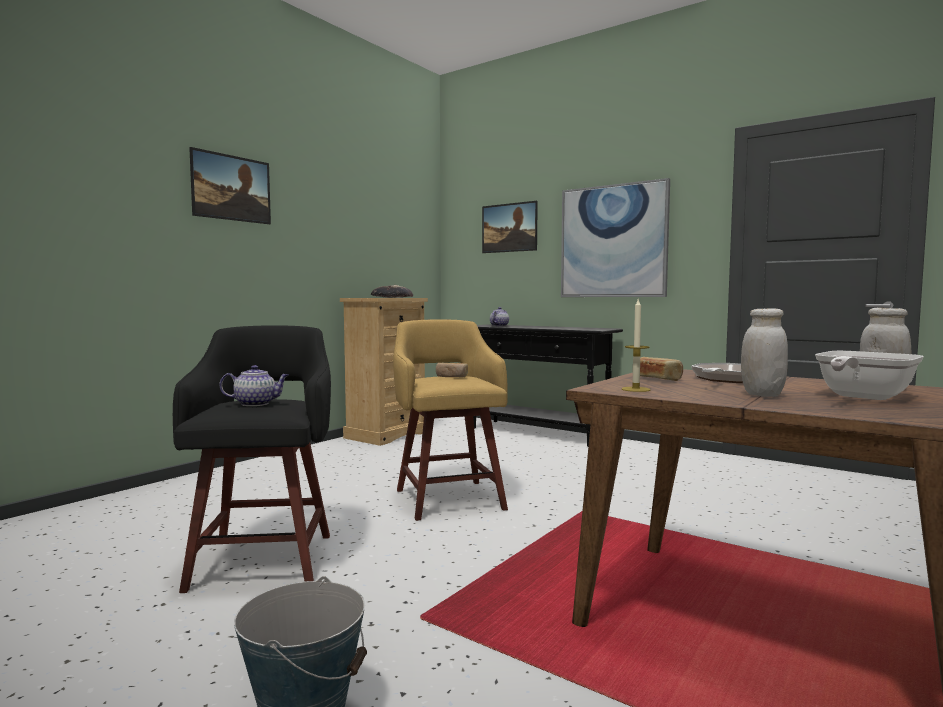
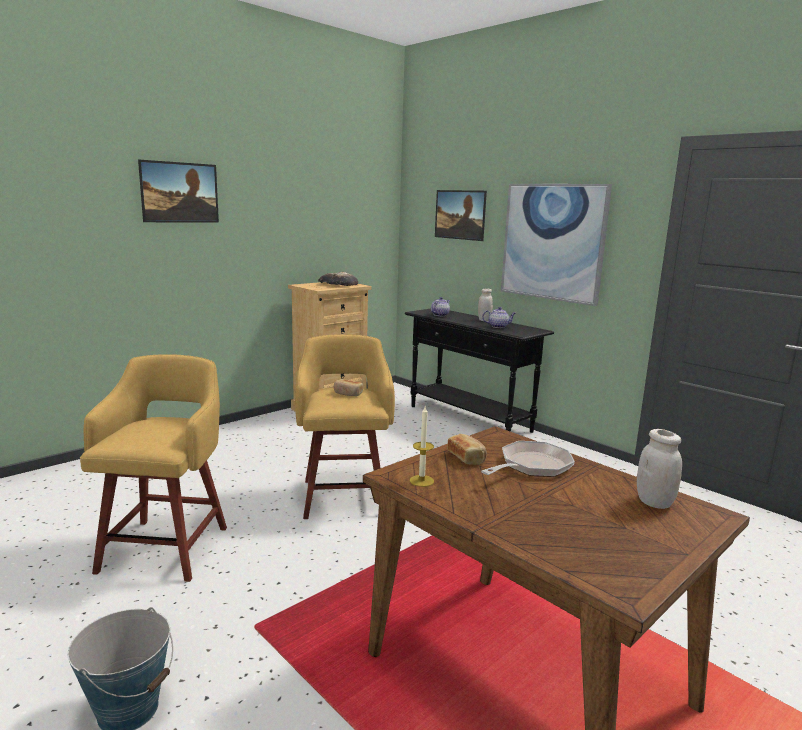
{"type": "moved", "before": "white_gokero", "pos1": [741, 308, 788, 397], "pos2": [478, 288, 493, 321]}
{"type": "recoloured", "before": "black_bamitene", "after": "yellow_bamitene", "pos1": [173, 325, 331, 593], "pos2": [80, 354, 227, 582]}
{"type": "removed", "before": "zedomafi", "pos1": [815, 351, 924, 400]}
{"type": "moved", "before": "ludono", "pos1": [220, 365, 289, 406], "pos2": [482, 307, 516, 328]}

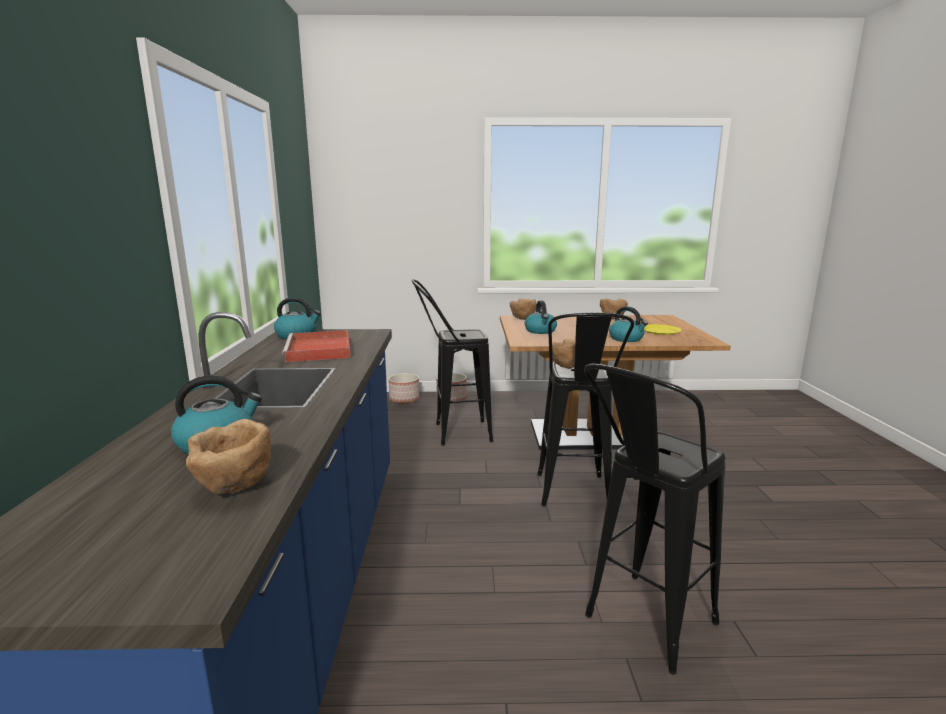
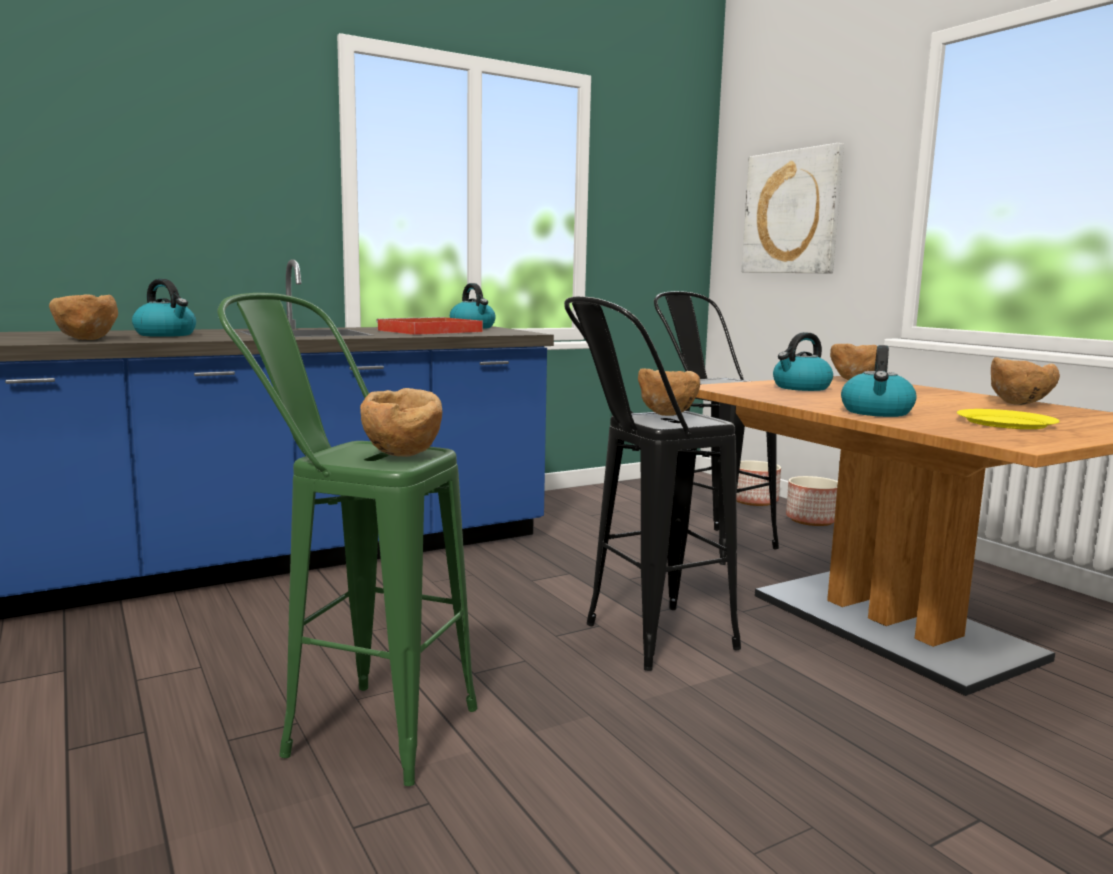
{"type": "recoloured", "before": "black_bamitene", "after": "green_bamitene", "pos1": [584, 364, 725, 674], "pos2": [217, 293, 477, 786]}
{"type": "added", "after": "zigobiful", "pos2": [742, 143, 844, 274]}
{"type": "added", "after": "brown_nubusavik", "pos2": [360, 388, 442, 457]}

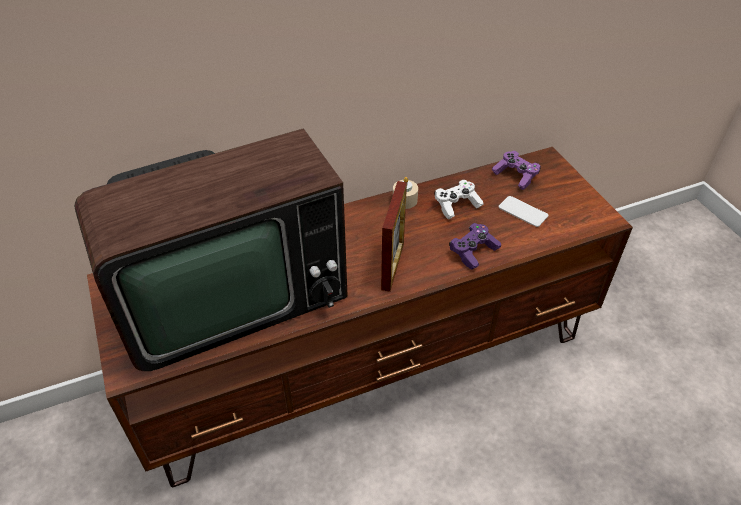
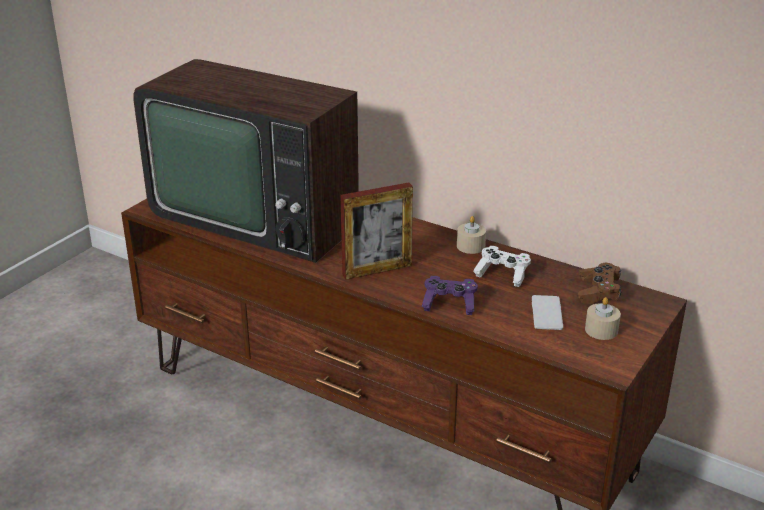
{"type": "recoloured", "before": "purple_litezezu", "after": "brown_litezezu", "pos1": [492, 151, 541, 190], "pos2": [578, 263, 621, 304]}
{"type": "added", "after": "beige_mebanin", "pos2": [585, 297, 621, 340]}

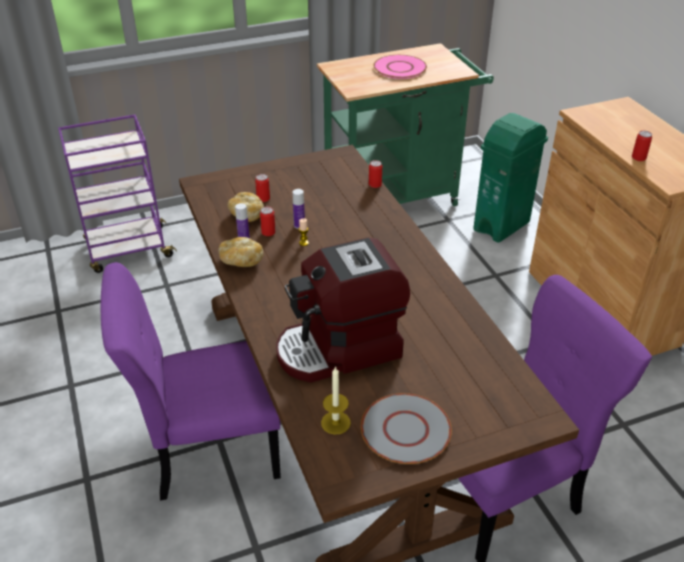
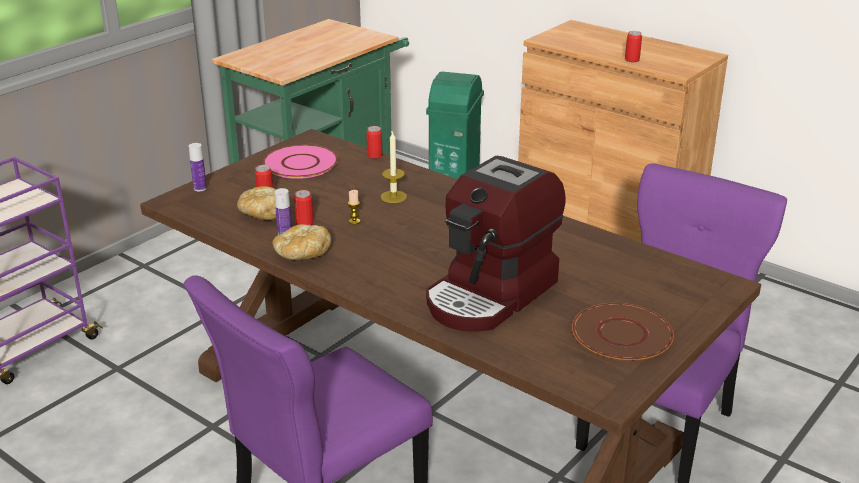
{"type": "moved", "before": "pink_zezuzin", "pos1": [373, 55, 427, 79], "pos2": [263, 145, 338, 179]}
{"type": "moved", "before": "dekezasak", "pos1": [293, 189, 305, 229], "pos2": [189, 143, 207, 191]}
{"type": "moved", "before": "mebanin", "pos1": [321, 366, 351, 435], "pos2": [381, 131, 407, 203]}
{"type": "recoloured", "before": "grey_zezuzin", "after": "brown_zezuzin", "pos1": [361, 393, 452, 464], "pos2": [572, 303, 674, 361]}

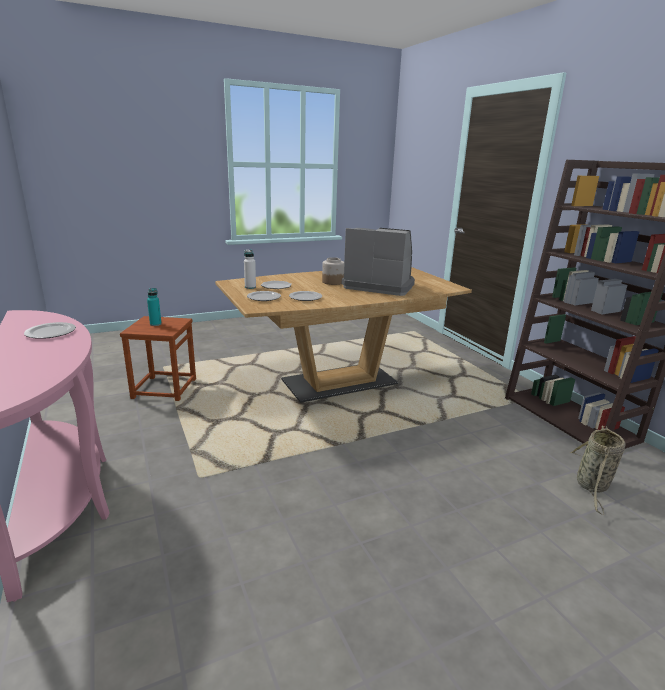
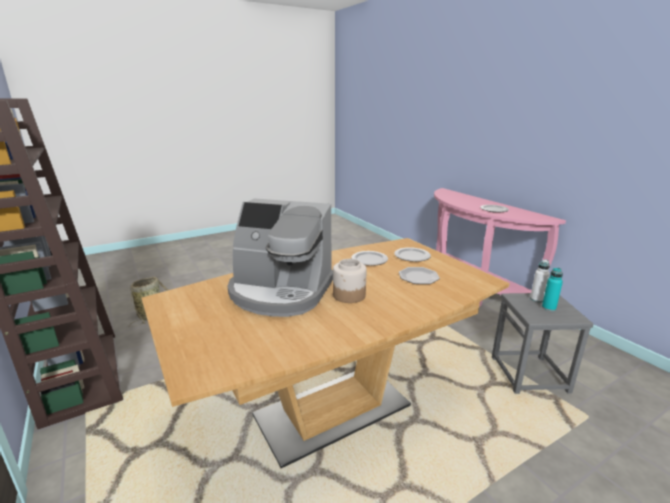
{"type": "moved", "before": "white_dekezasak", "pos1": [244, 250, 256, 289], "pos2": [530, 260, 550, 302]}
{"type": "recoloured", "before": "brown_bamitene", "after": "grey_bamitene", "pos1": [120, 316, 196, 401], "pos2": [492, 293, 593, 394]}

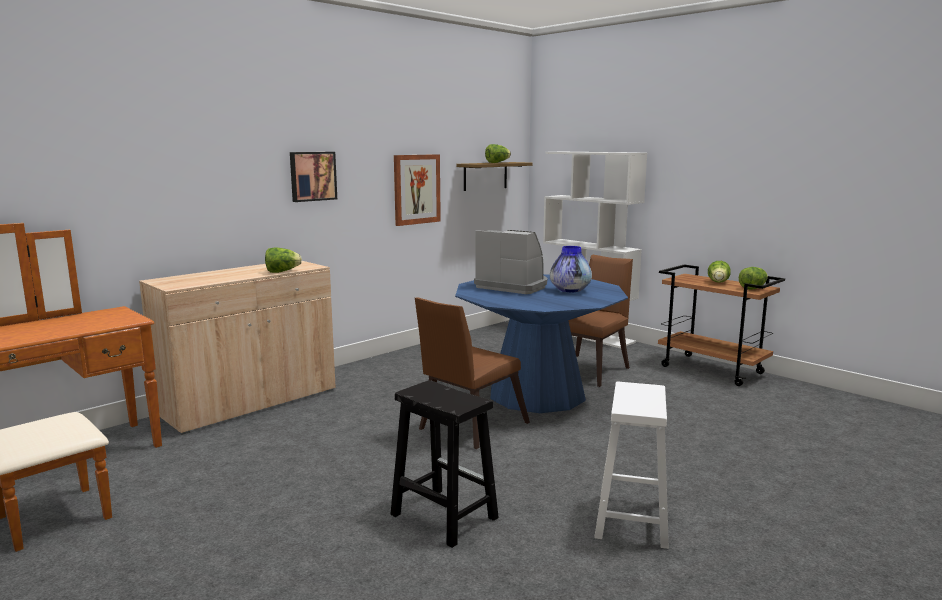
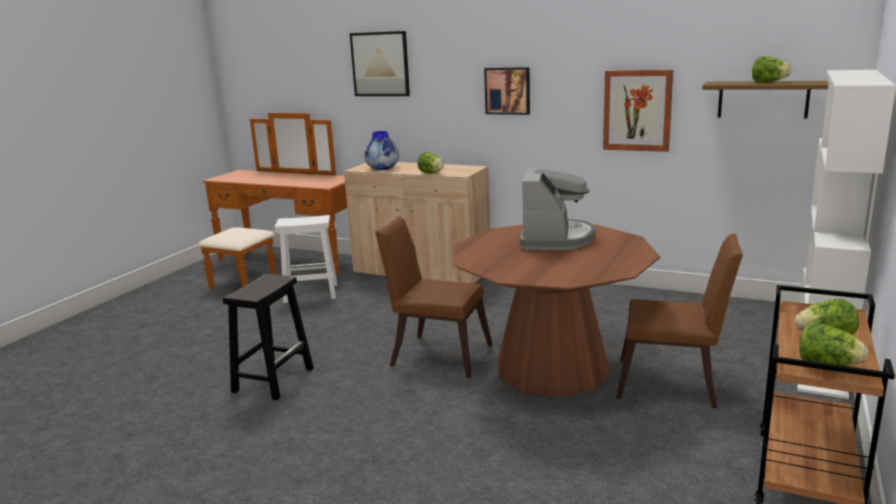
{"type": "moved", "before": "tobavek", "pos1": [550, 246, 592, 292], "pos2": [364, 131, 399, 170]}
{"type": "recoloured", "before": "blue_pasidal", "after": "brown_pasidal", "pos1": [455, 274, 628, 413], "pos2": [454, 224, 660, 397]}
{"type": "moved", "before": "white_bamitene", "pos1": [594, 382, 669, 549], "pos2": [275, 215, 337, 303]}
{"type": "added", "after": "zigobiful", "pos2": [350, 31, 410, 96]}

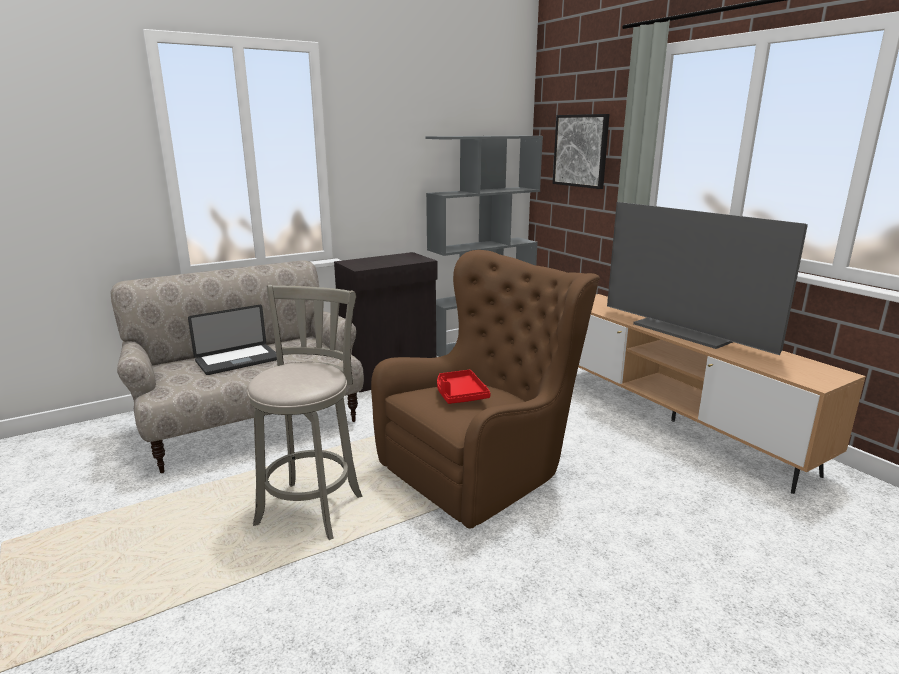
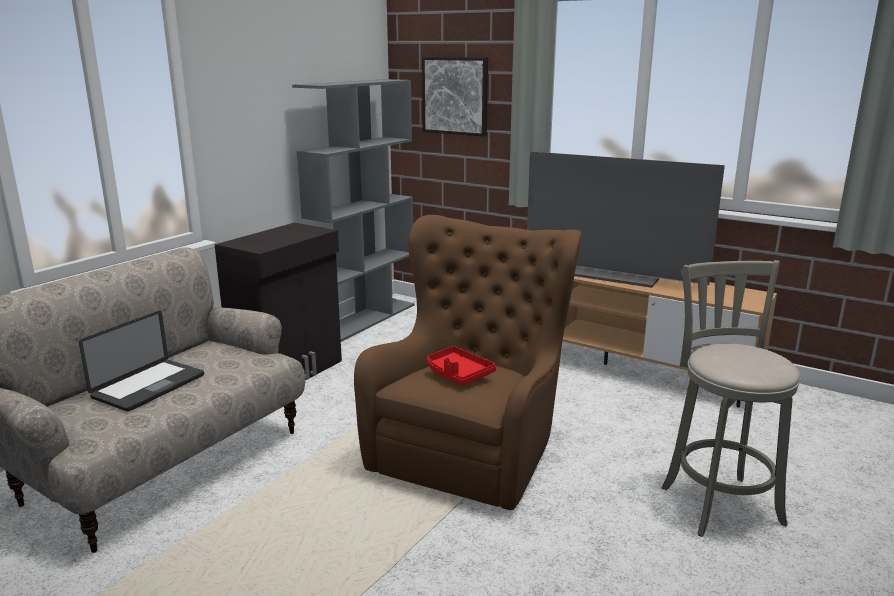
{"type": "moved", "before": "grey_bamitene", "pos1": [247, 284, 363, 540], "pos2": [661, 260, 800, 537]}

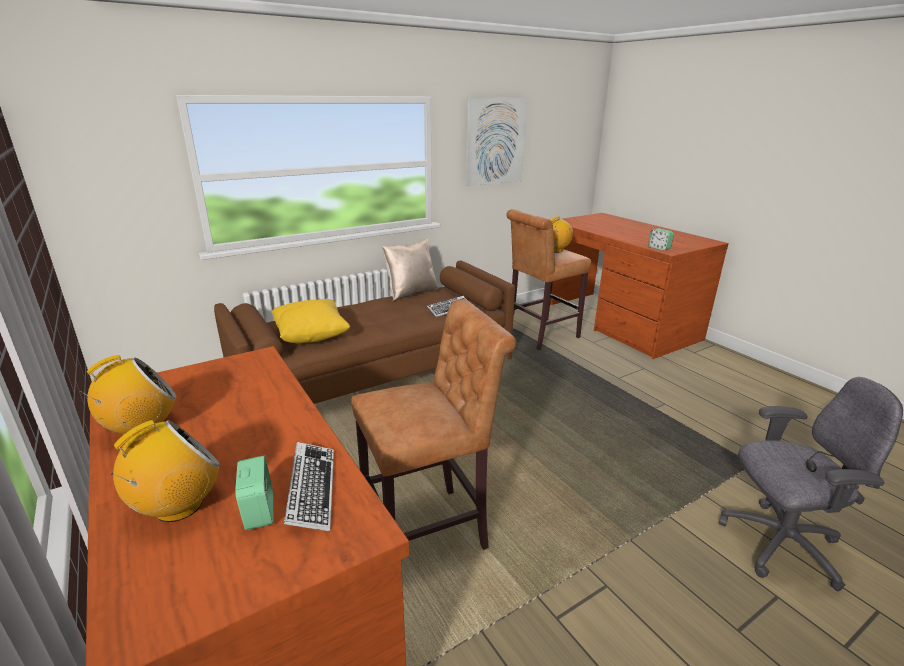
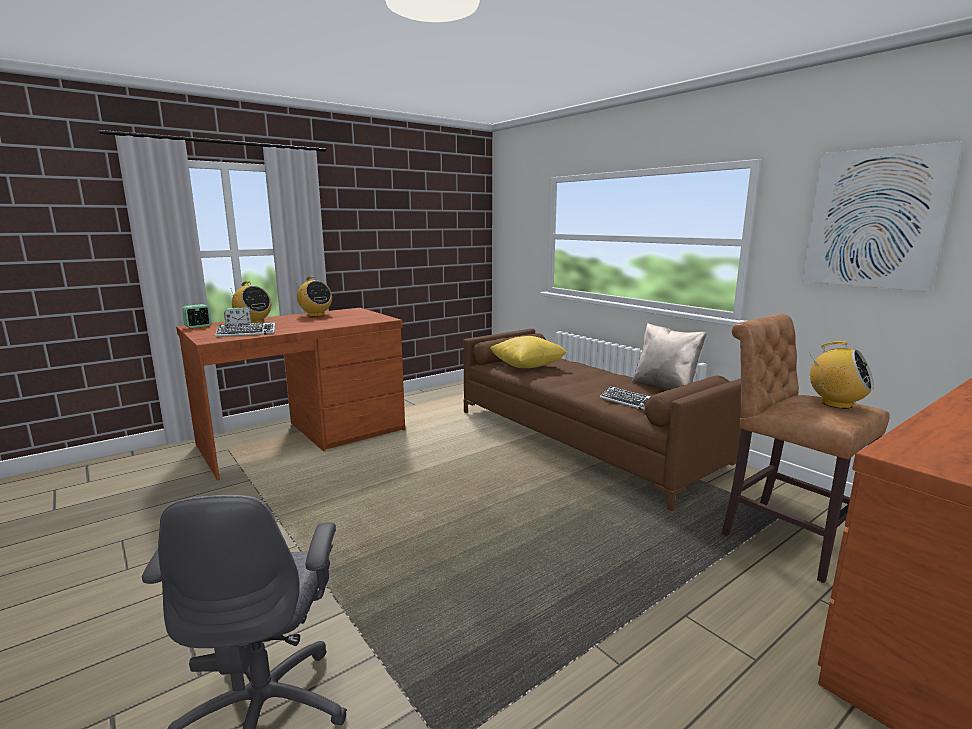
{"type": "moved", "before": "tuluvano", "pos1": [648, 228, 674, 251], "pos2": [182, 304, 212, 328]}
{"type": "removed", "before": "brown_bamitene", "pos1": [351, 299, 516, 550]}

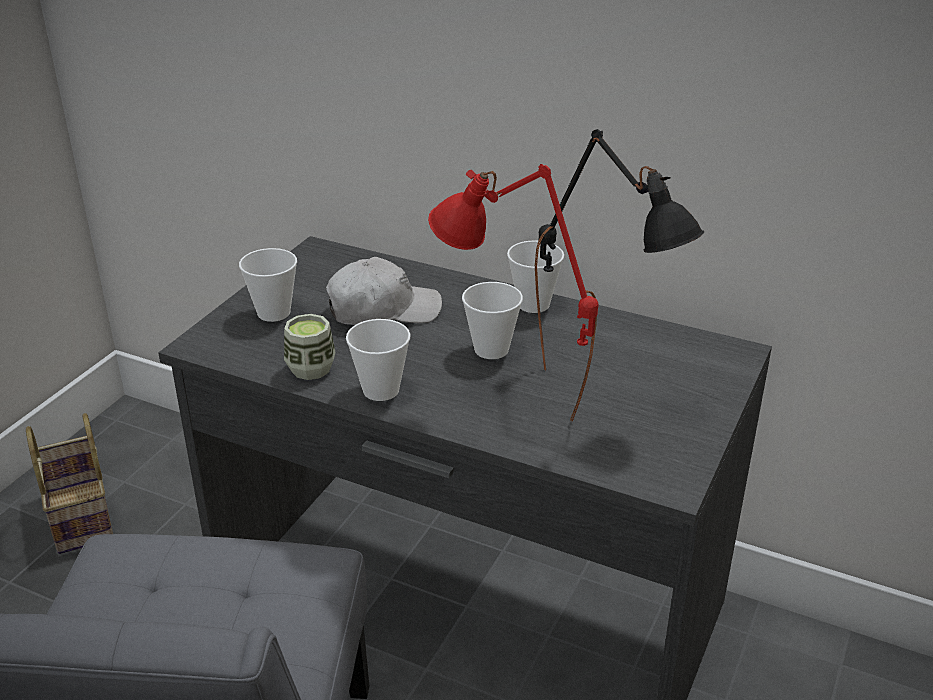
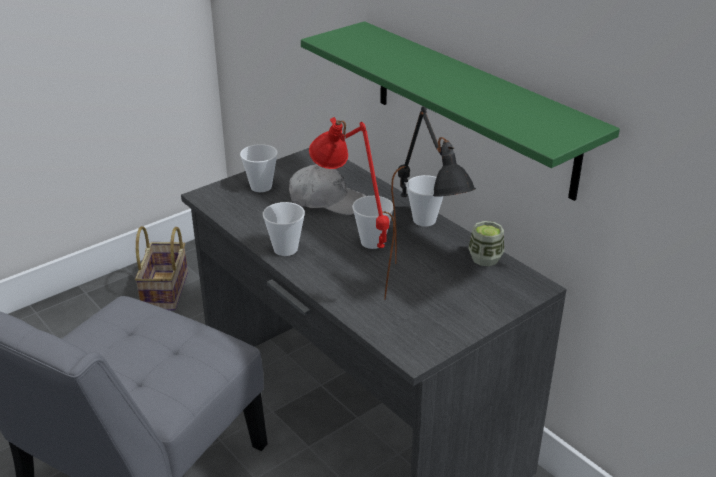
{"type": "moved", "before": "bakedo", "pos1": [284, 314, 336, 380], "pos2": [468, 221, 504, 266]}
{"type": "added", "after": "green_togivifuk", "pos2": [301, 21, 620, 201]}

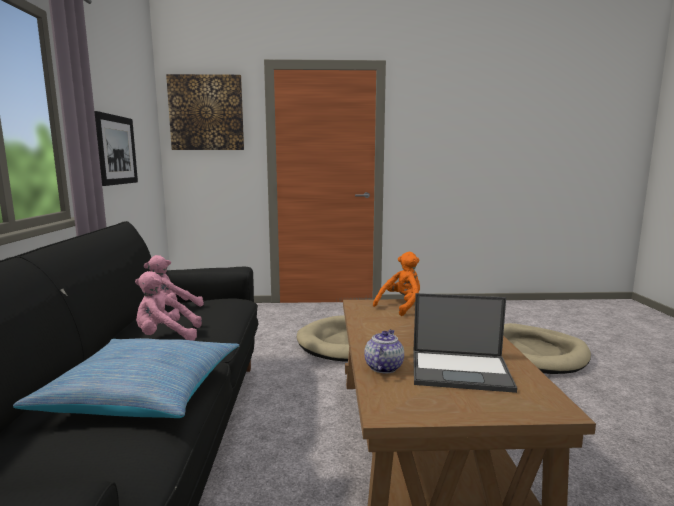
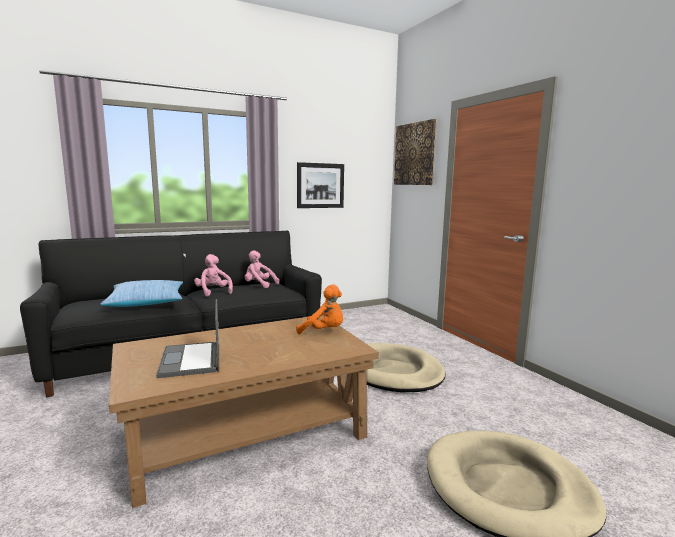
{"type": "removed", "before": "ludono", "pos1": [364, 330, 404, 373]}

